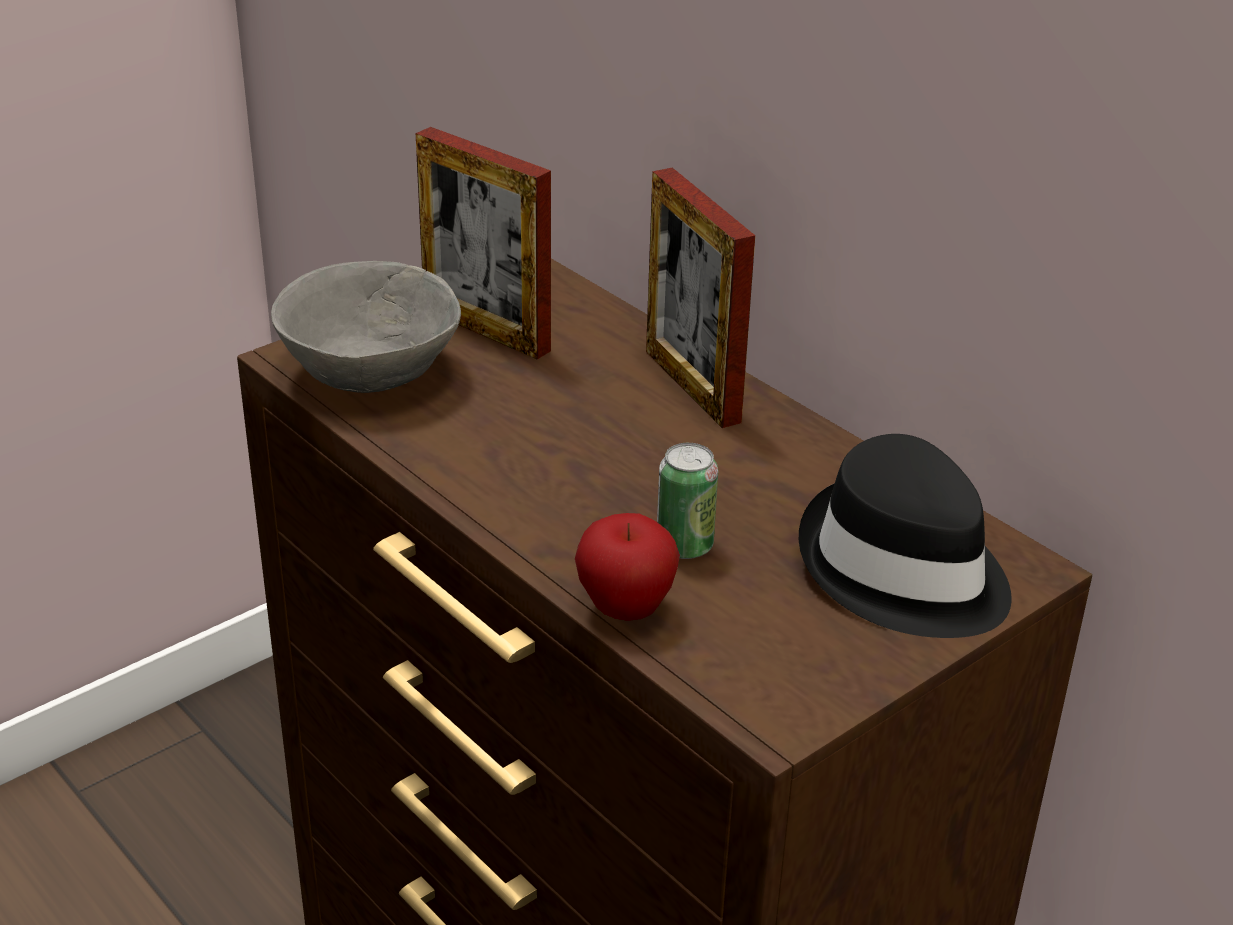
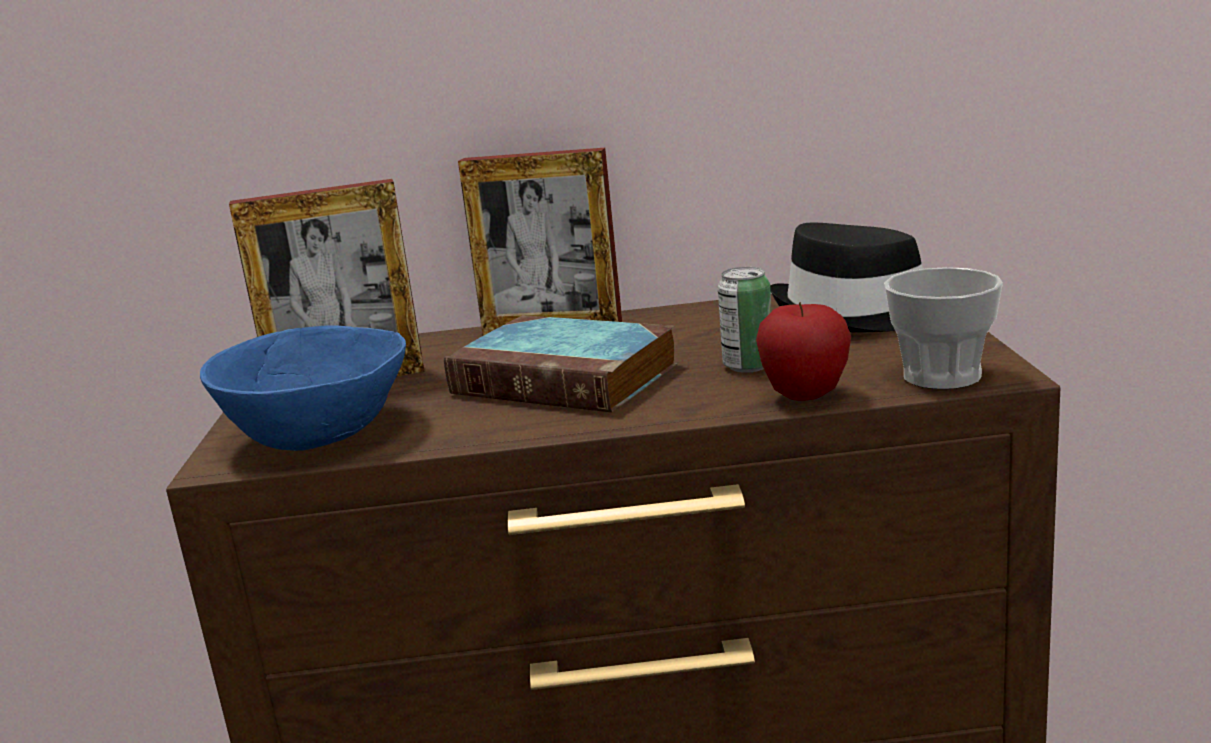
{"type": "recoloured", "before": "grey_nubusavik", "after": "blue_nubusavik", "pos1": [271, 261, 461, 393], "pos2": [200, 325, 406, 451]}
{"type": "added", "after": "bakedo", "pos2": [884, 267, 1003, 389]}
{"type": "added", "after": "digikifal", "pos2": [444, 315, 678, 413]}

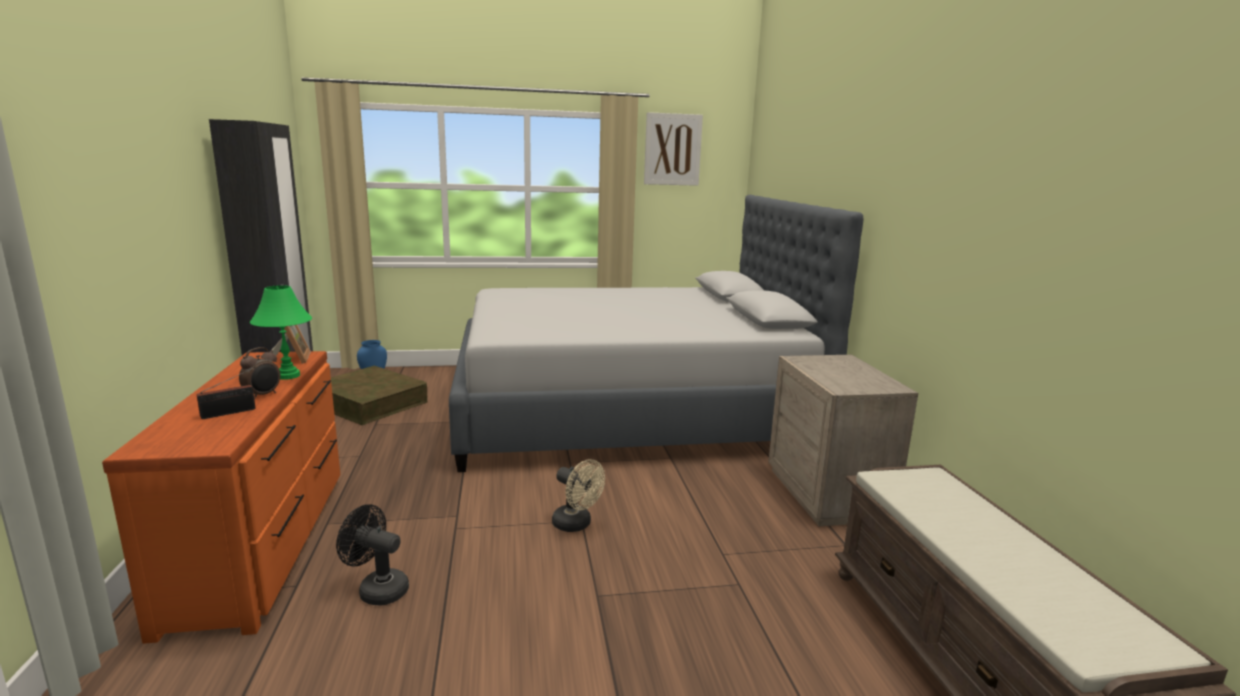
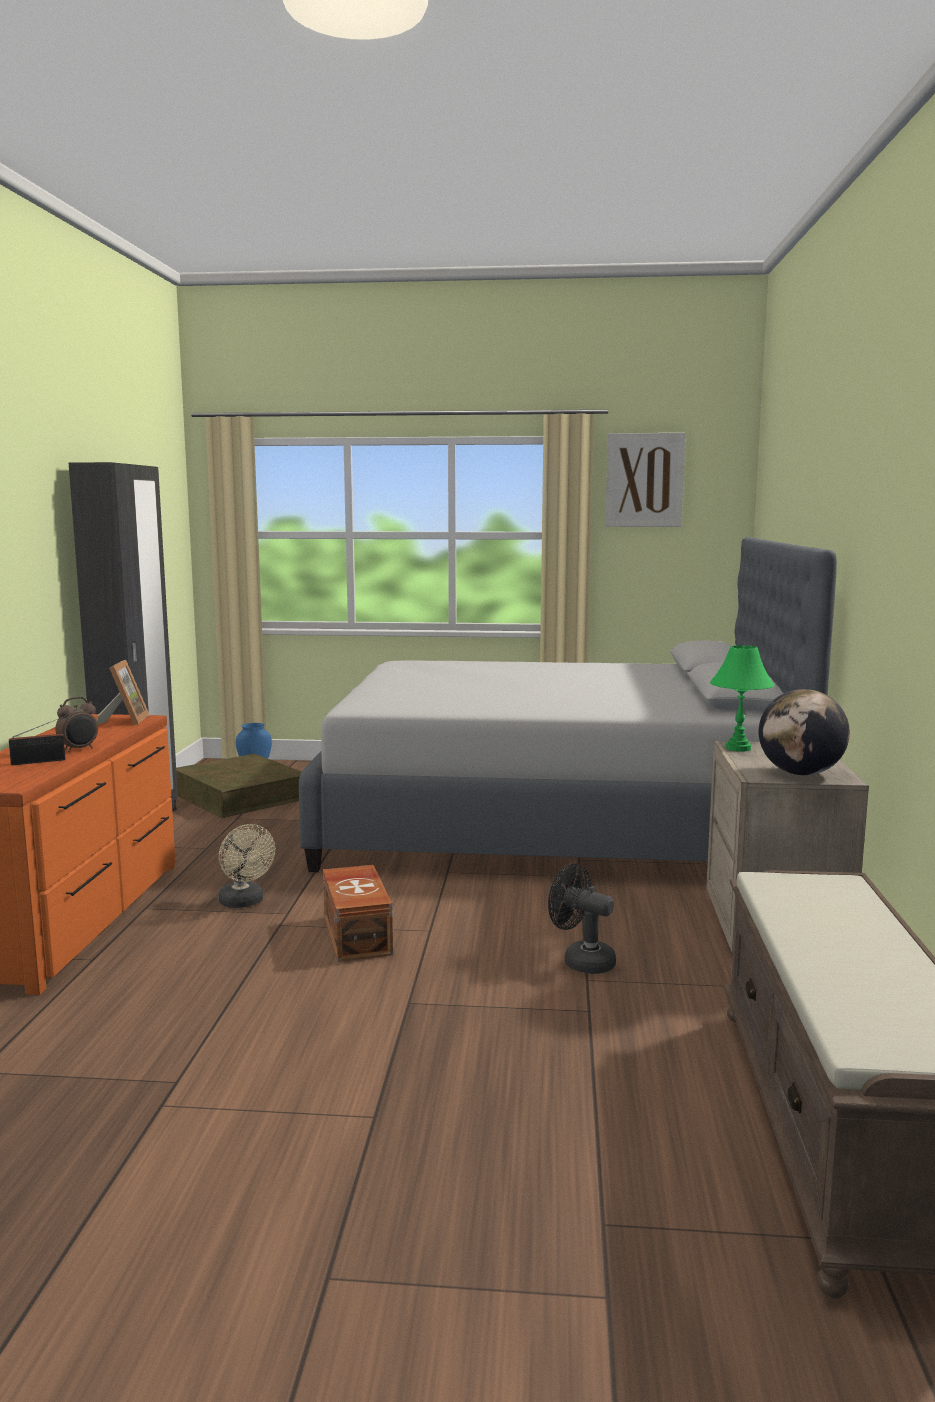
{"type": "moved", "before": "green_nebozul", "pos1": [250, 285, 312, 380], "pos2": [710, 645, 775, 752]}
{"type": "moved", "before": "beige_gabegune", "pos1": [552, 459, 605, 532], "pos2": [218, 824, 275, 908]}
{"type": "moved", "before": "black_gabegune", "pos1": [336, 504, 409, 606], "pos2": [548, 864, 616, 974]}
{"type": "added", "after": "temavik", "pos2": [759, 689, 850, 775]}
{"type": "added", "after": "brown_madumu", "pos2": [323, 865, 393, 962]}

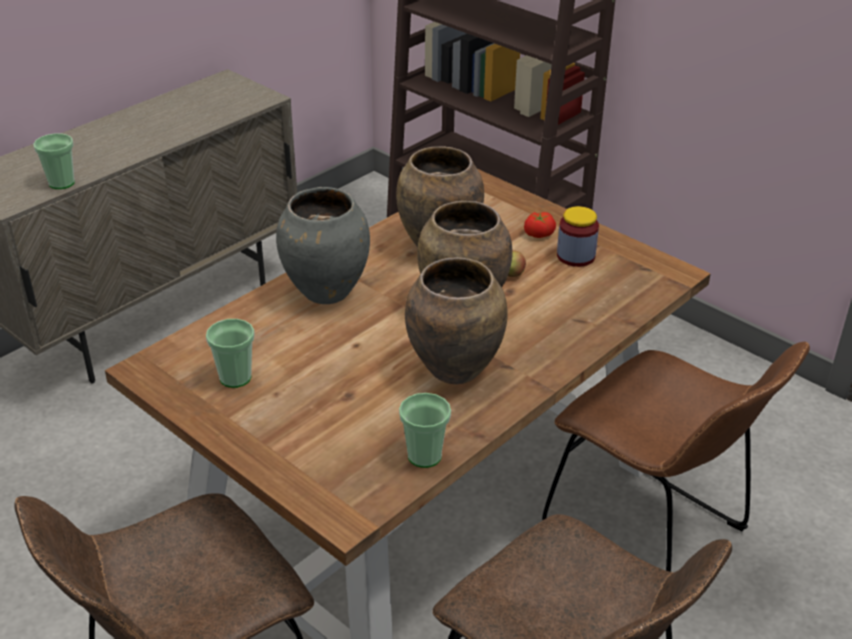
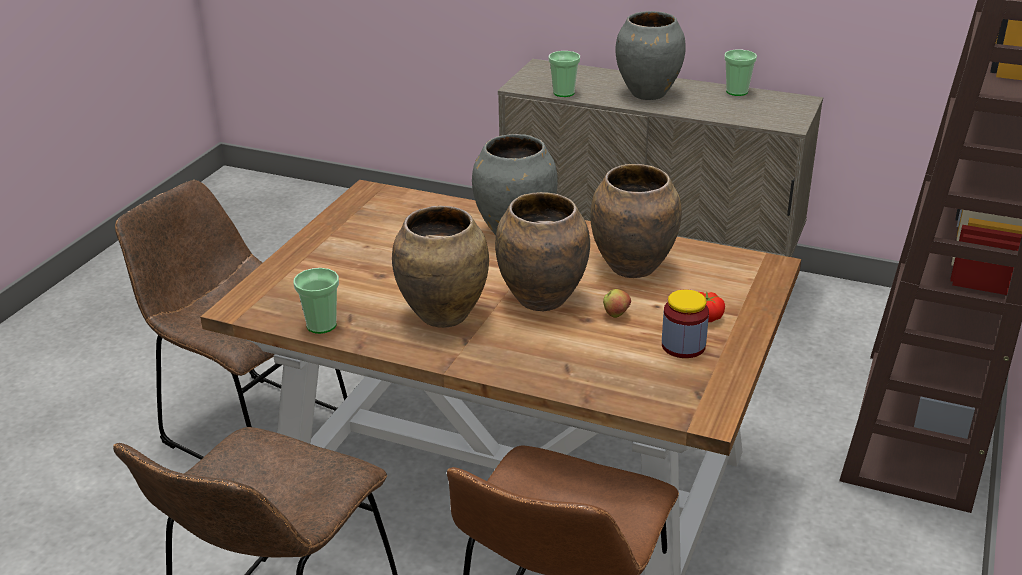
{"type": "moved", "before": "bakedo", "pos1": [206, 319, 255, 388], "pos2": [724, 49, 757, 96]}
{"type": "added", "after": "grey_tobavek", "pos2": [615, 11, 686, 100]}

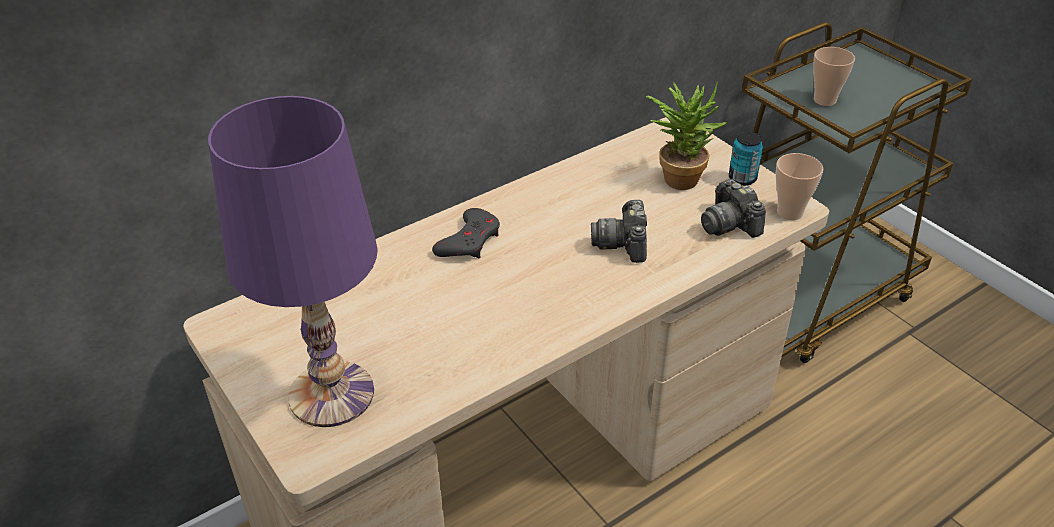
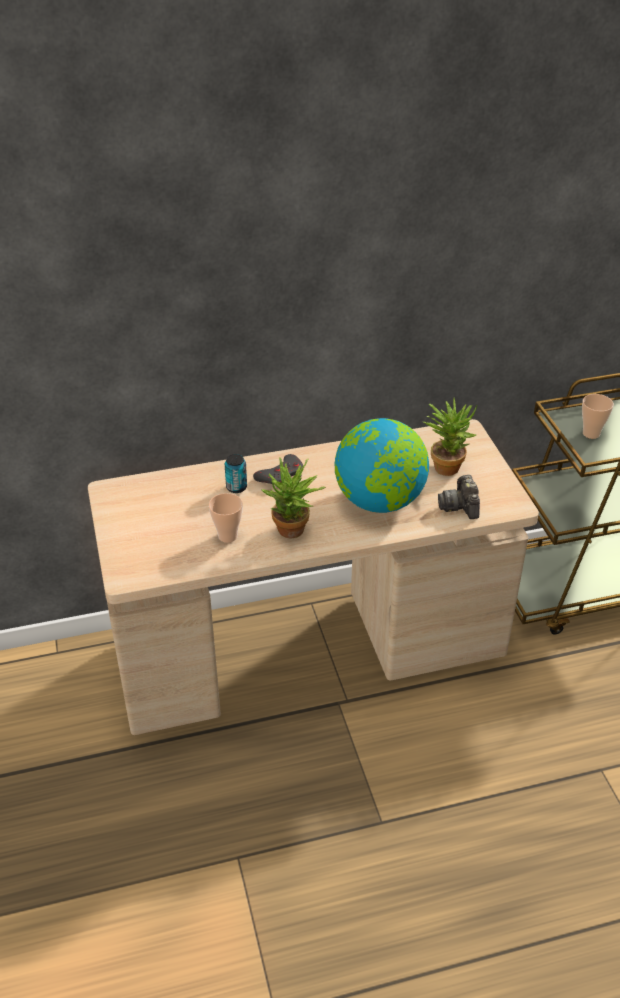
{"type": "removed", "before": "purple_nebozul", "pos1": [208, 96, 378, 427]}
{"type": "moved", "before": "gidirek", "pos1": [729, 132, 763, 186], "pos2": [225, 454, 247, 493]}
{"type": "moved", "before": "bakedo", "pos1": [776, 153, 824, 220], "pos2": [209, 493, 243, 543]}
{"type": "replaced", "before": "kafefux", "after": "temavik", "pos1": [591, 200, 647, 263], "pos2": [335, 418, 429, 513]}
{"type": "added", "after": "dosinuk", "pos2": [262, 458, 326, 538]}

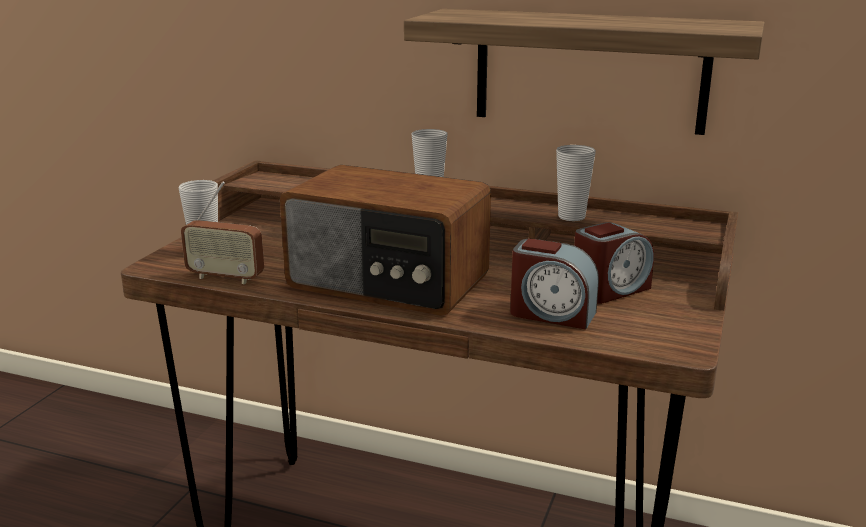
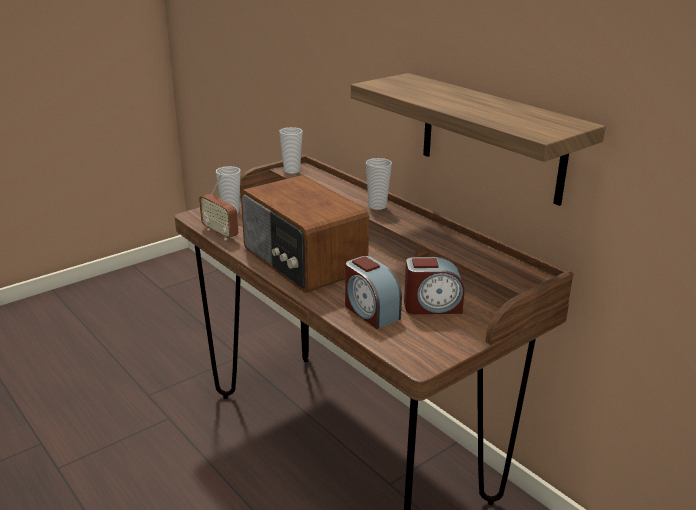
{"type": "moved", "before": "bakedo", "pos1": [556, 145, 596, 221], "pos2": [279, 127, 303, 174]}

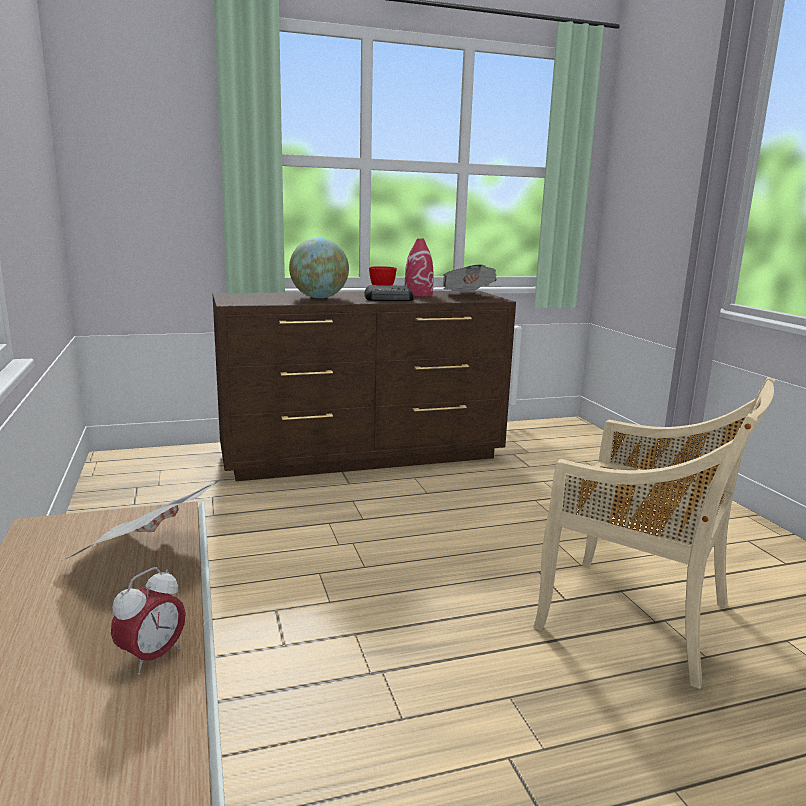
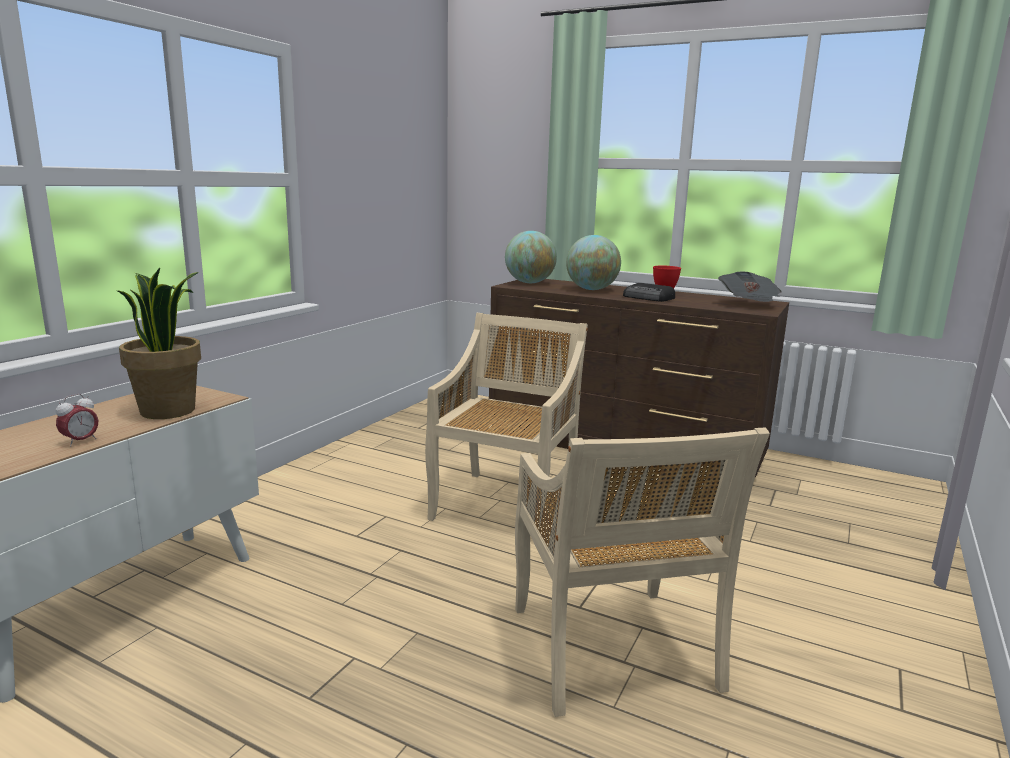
{"type": "removed", "before": "red_tobavek", "pos1": [404, 238, 433, 297]}
{"type": "replaced", "before": "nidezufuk", "after": "dosinuk", "pos1": [66, 478, 225, 559], "pos2": [118, 268, 201, 419]}
{"type": "turned", "before": "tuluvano", "pos1": [111, 567, 186, 675], "pos2": [56, 394, 98, 447], "turn": -45}
{"type": "added", "after": "temavik", "pos2": [505, 231, 557, 283]}
{"type": "added", "after": "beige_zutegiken", "pos2": [425, 313, 588, 521]}

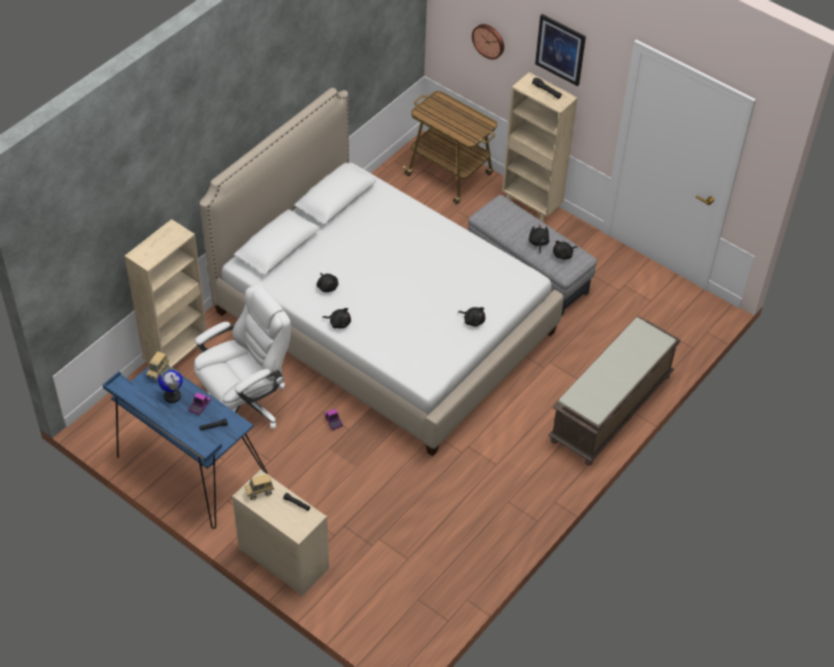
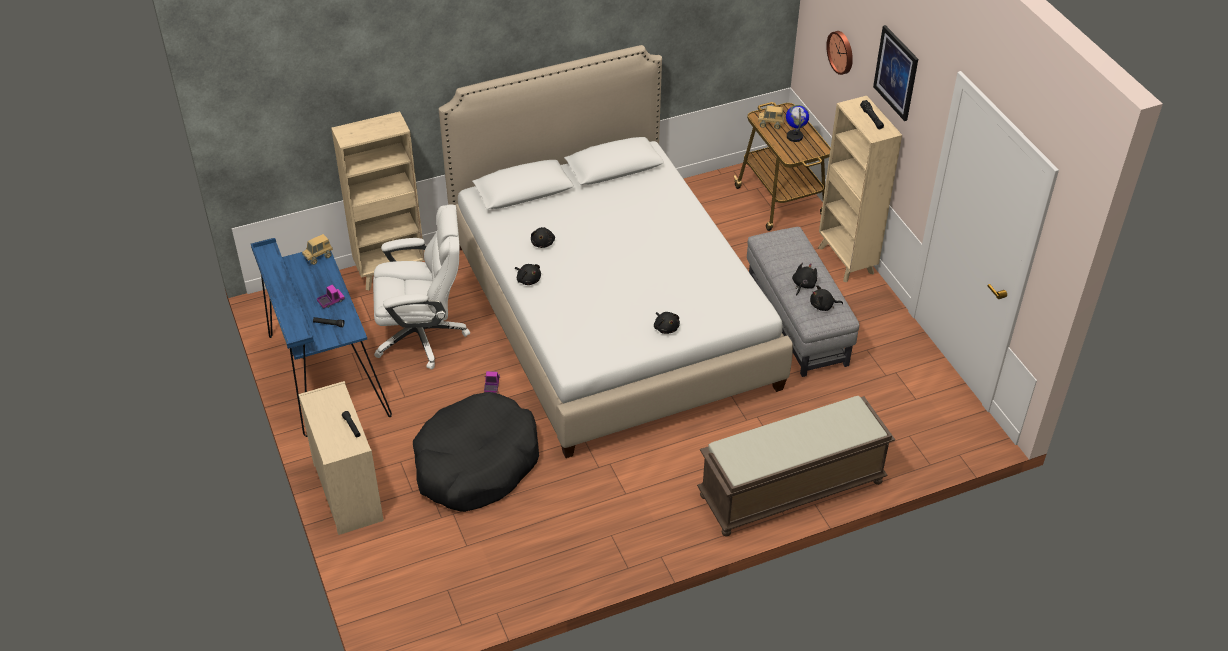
{"type": "moved", "before": "temavik", "pos1": [158, 368, 183, 403], "pos2": [786, 105, 809, 142]}
{"type": "moved", "before": "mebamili", "pos1": [245, 474, 274, 500], "pos2": [758, 106, 784, 129]}
{"type": "added", "after": "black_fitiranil", "pos2": [413, 392, 539, 512]}

